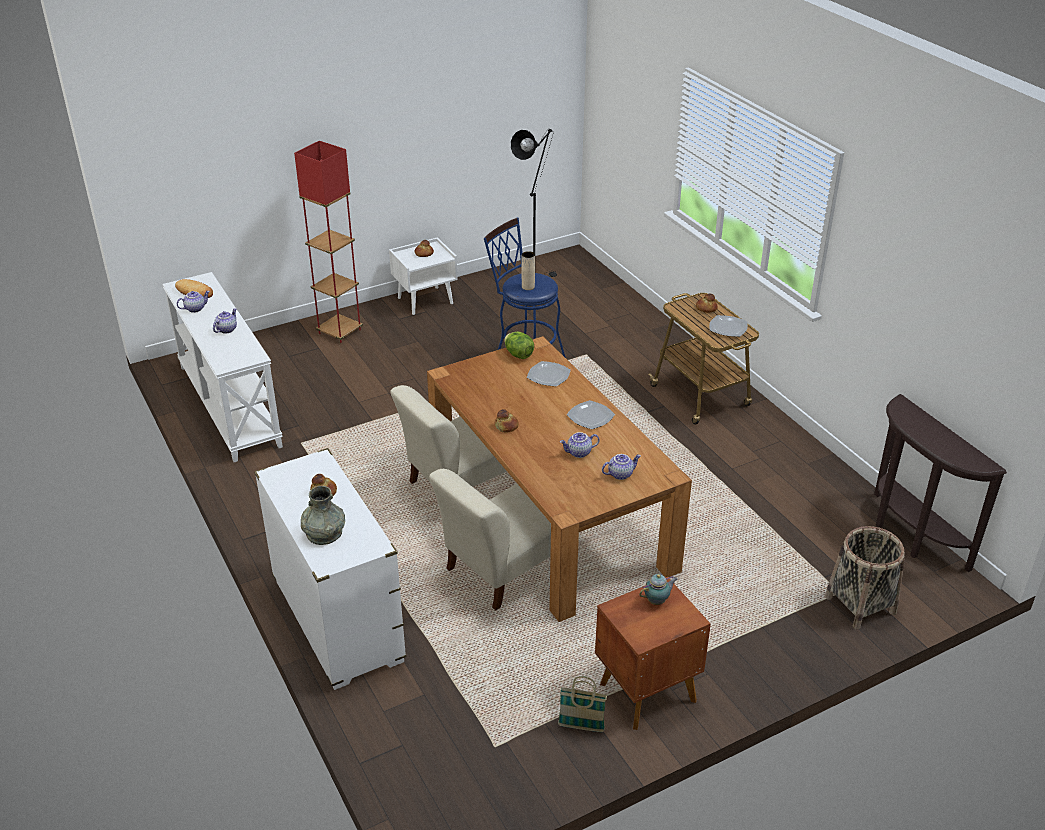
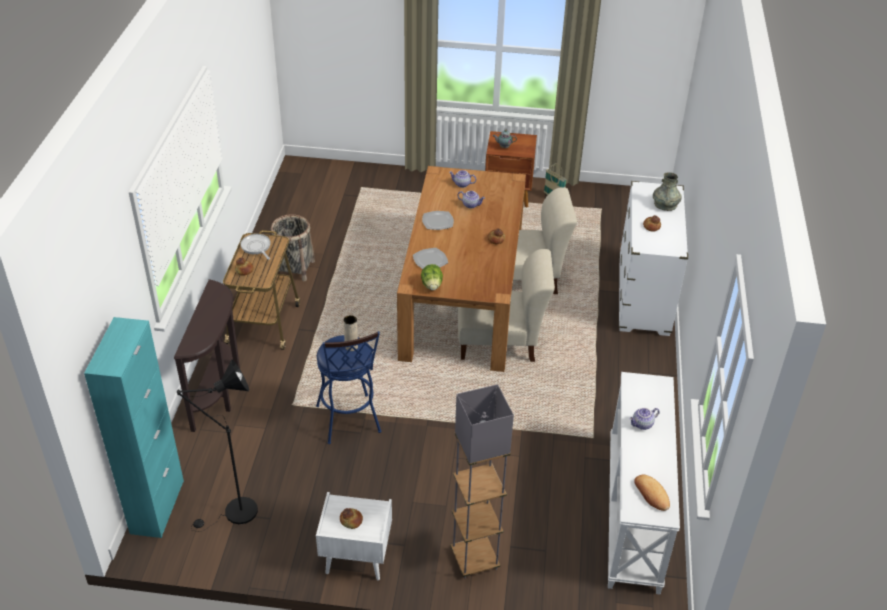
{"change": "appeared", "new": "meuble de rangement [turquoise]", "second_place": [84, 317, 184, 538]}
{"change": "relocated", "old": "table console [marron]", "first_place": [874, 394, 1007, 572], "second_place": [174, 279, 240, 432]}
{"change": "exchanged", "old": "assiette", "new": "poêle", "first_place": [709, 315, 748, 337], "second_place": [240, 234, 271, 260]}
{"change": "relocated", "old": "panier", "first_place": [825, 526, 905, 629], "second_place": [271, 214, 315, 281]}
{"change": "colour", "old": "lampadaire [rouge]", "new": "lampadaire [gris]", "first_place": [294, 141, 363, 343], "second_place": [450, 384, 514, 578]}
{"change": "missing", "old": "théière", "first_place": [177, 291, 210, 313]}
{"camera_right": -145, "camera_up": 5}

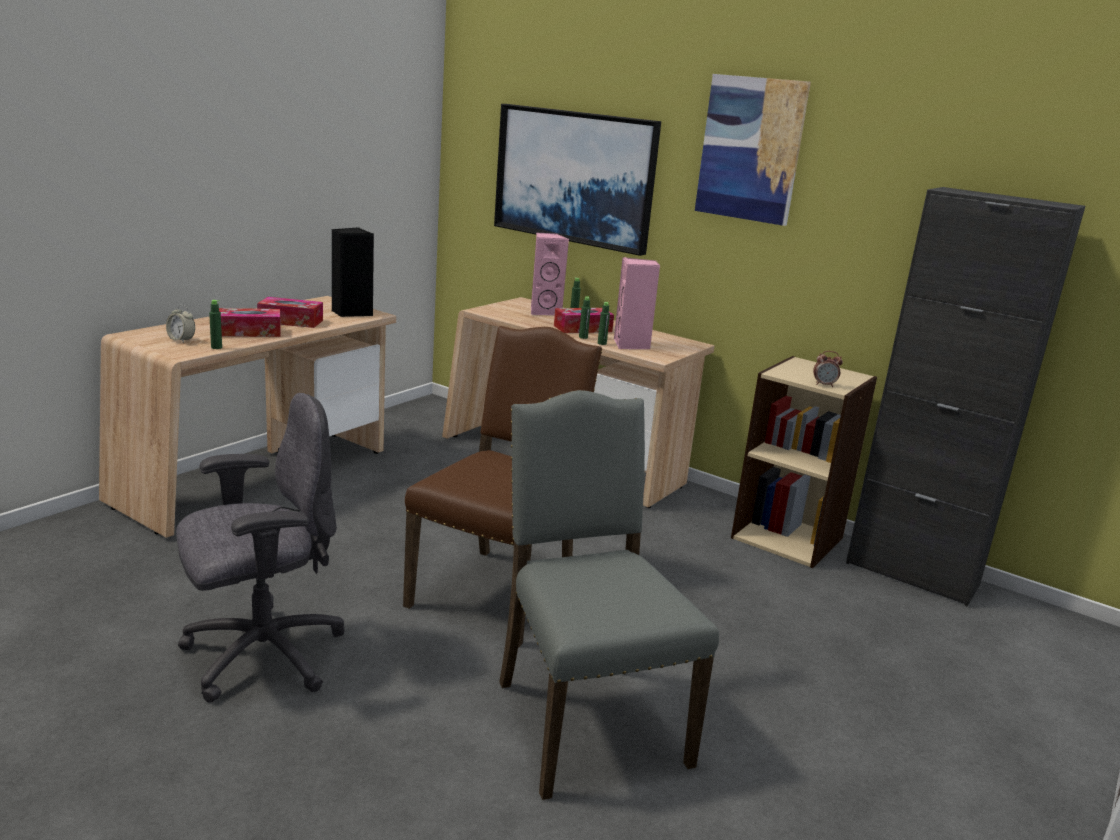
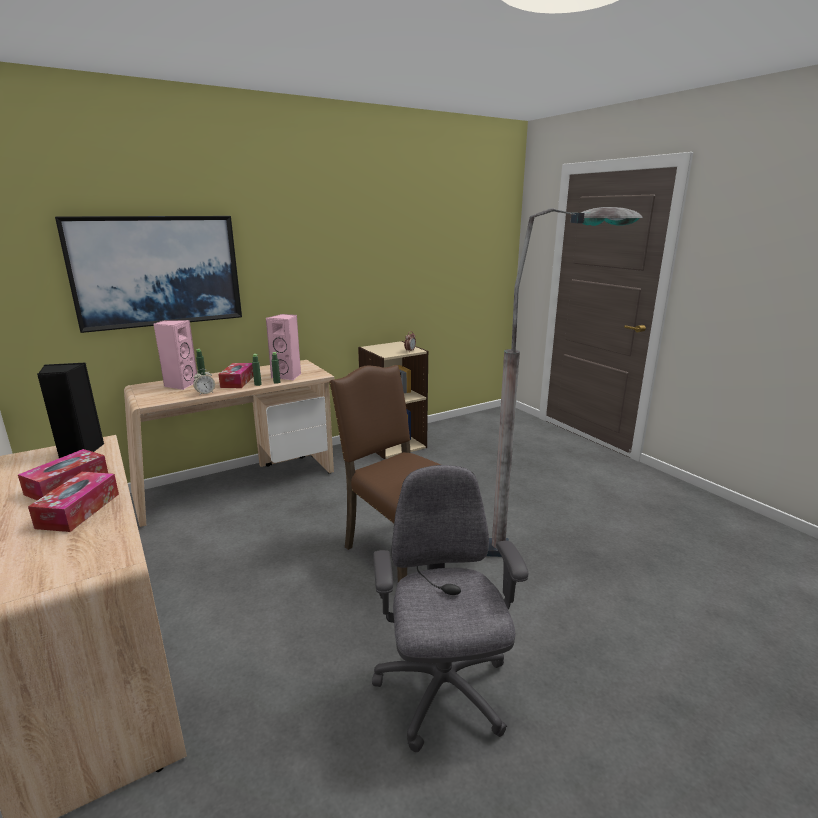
{"change": "relocated", "old": "réveil", "first_place": [166, 305, 195, 343], "second_place": [193, 369, 215, 395]}
{"change": "exchanged", "old": "chaise [gris]", "new": "lampadaire [gris]", "first_place": [499, 390, 719, 800], "second_place": [486, 207, 643, 557]}
{"change": "missing", "old": "bouteille [vert]", "first_place": [209, 300, 222, 349]}
{"change": "missing", "old": "tableau", "first_place": [695, 74, 811, 226]}
{"change": "missing", "old": "meuble de rangement [noir]", "first_place": [846, 187, 1085, 607]}
{"camera_right": -65, "camera_up": 0}

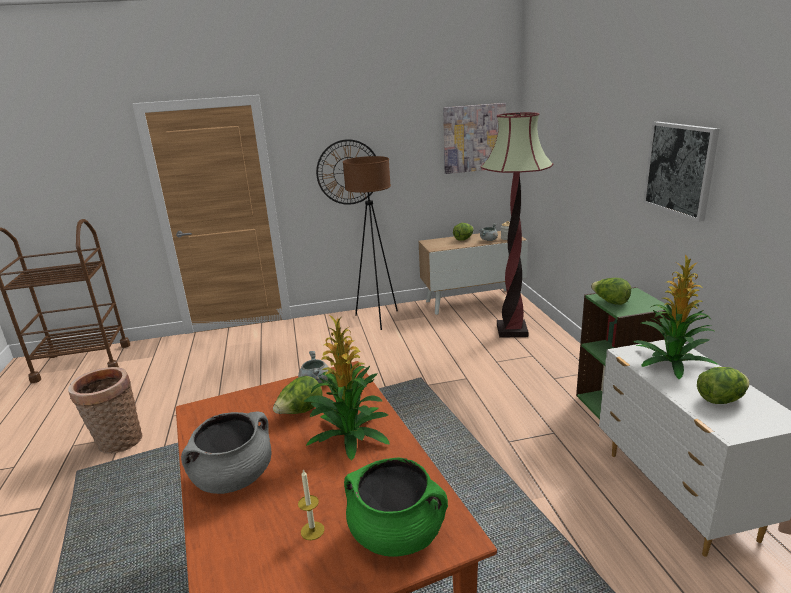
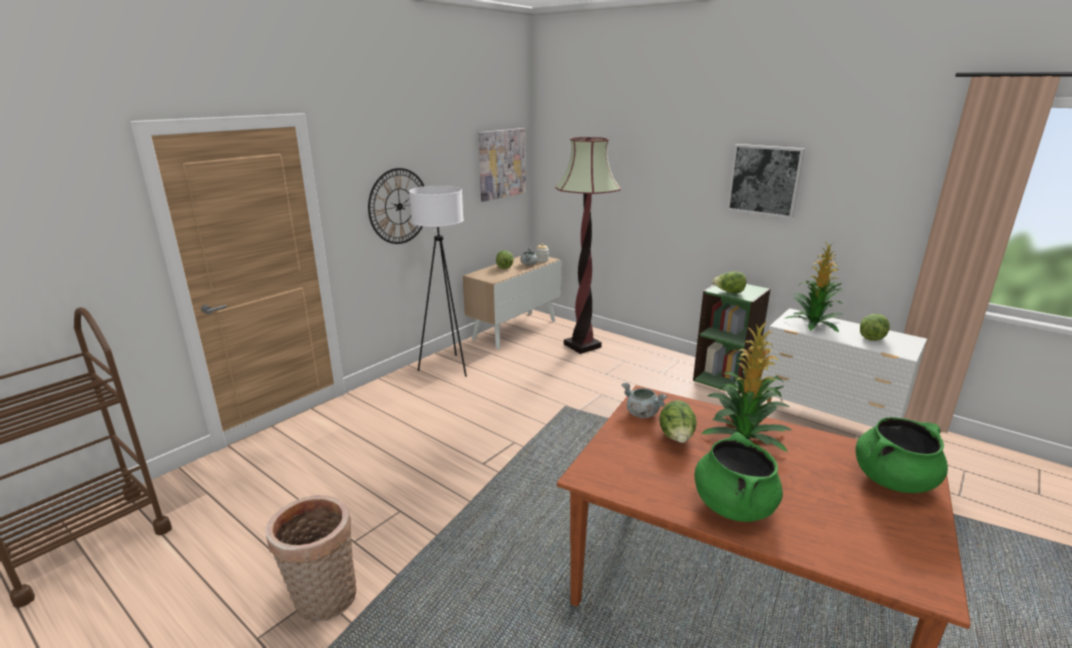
{"change": "colour", "old": "lampadaire [marron]", "new": "lampadaire [blanc]", "first_place": [343, 156, 398, 330], "second_place": [409, 186, 467, 377]}
{"change": "colour", "old": "marmite [gris]", "new": "marmite [vert]", "first_place": [181, 412, 271, 494], "second_place": [694, 432, 783, 522]}
{"change": "missing", "old": "bougie", "first_place": [298, 470, 325, 540]}
{"camera_right": -40, "camera_up": 0}

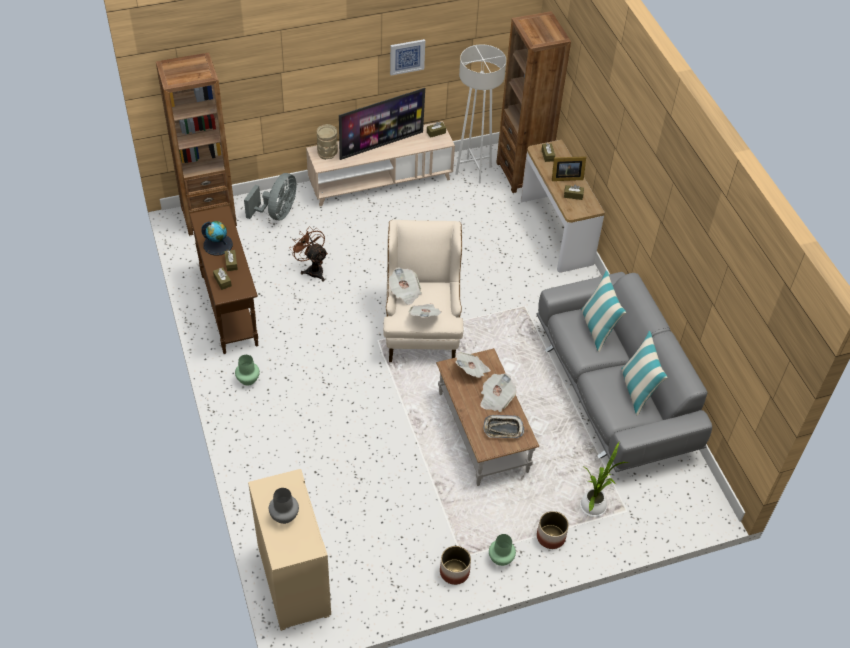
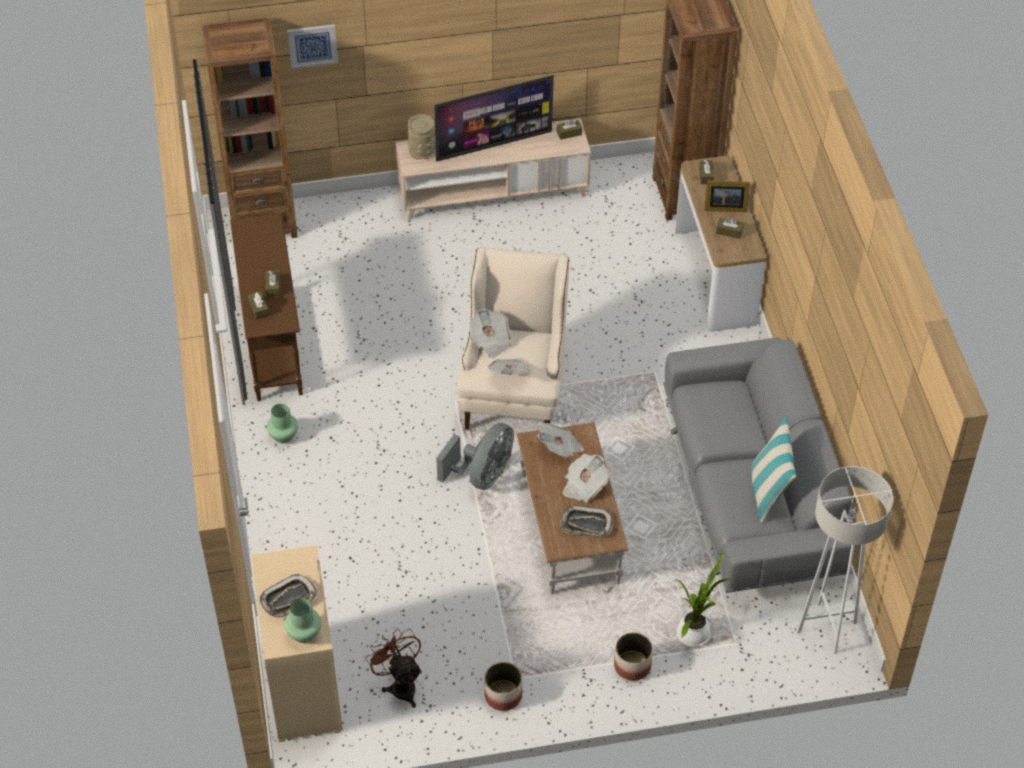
{"change": "exchanged", "old": "vase [gris]", "new": "plateau", "first_place": [269, 488, 299, 524], "second_place": [259, 574, 317, 619]}
{"change": "relocated", "old": "vase [vert]", "first_place": [489, 534, 516, 566], "second_place": [284, 598, 321, 643]}
{"change": "relocated", "old": "tableau", "first_place": [390, 39, 425, 76], "second_place": [287, 24, 338, 68]}
{"change": "relocated", "old": "ventilateur [marron]", "first_place": [289, 226, 328, 281], "second_place": [366, 628, 422, 708]}
{"change": "relocated", "old": "ventilateur [gris]", "first_place": [244, 173, 296, 220], "second_place": [436, 423, 514, 490]}
{"change": "relocated", "old": "lampadaire [blanc]", "first_place": [455, 44, 506, 184], "second_place": [797, 466, 893, 654]}
{"change": "missing", "old": "globe", "first_place": [201, 221, 233, 256]}
{"change": "missing", "old": "coussin", "first_place": [581, 270, 626, 352]}
{"camera_right": 10, "camera_up": 0}

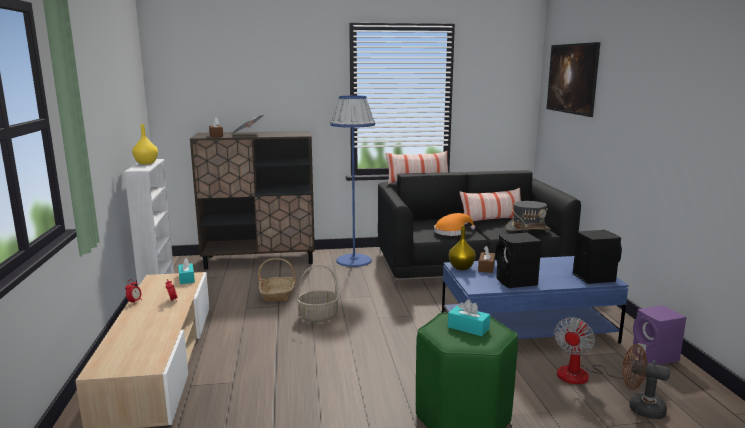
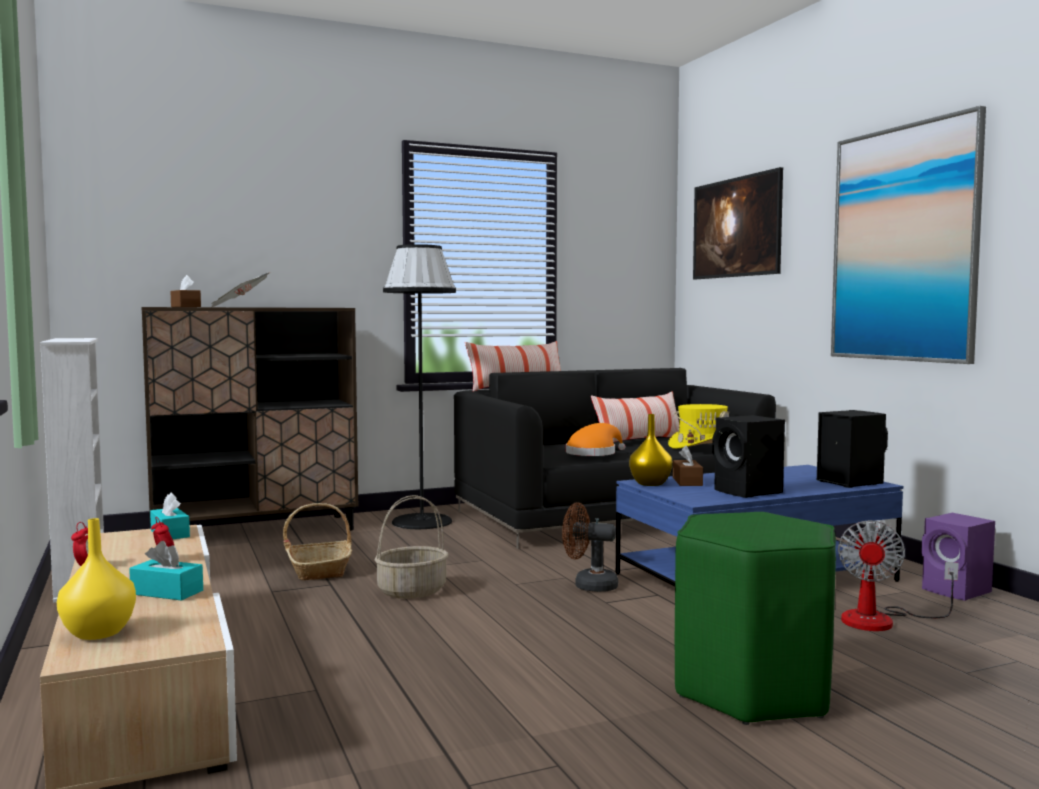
{"change": "relocated", "old": "vase [jaune]", "first_place": [132, 124, 158, 165], "second_place": [57, 518, 136, 640]}
{"change": "relocated", "old": "boîte à mouchoirs [turquoise]", "first_place": [448, 299, 490, 336], "second_place": [129, 541, 203, 601]}
{"change": "colour", "old": "lampadaire [bleu]", "new": "lampadaire [noir]", "first_place": [331, 96, 375, 267], "second_place": [383, 244, 456, 529]}
{"change": "relocated", "old": "ventilateur [marron]", "first_place": [623, 344, 670, 419], "second_place": [562, 502, 618, 592]}
{"change": "colour", "old": "chapeau [gris]", "new": "chapeau [jaune]", "first_place": [506, 201, 551, 231], "second_place": [668, 404, 729, 449]}
{"change": "appeared", "new": "tableau", "second_place": [831, 106, 986, 364]}
{"camera_right": -15, "camera_up": -10}

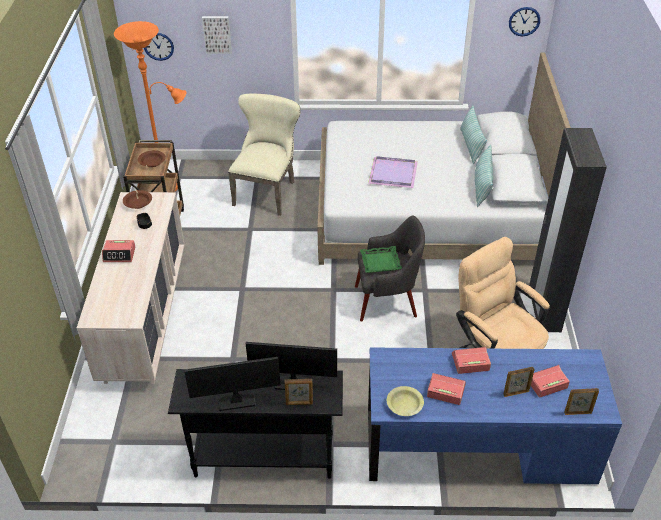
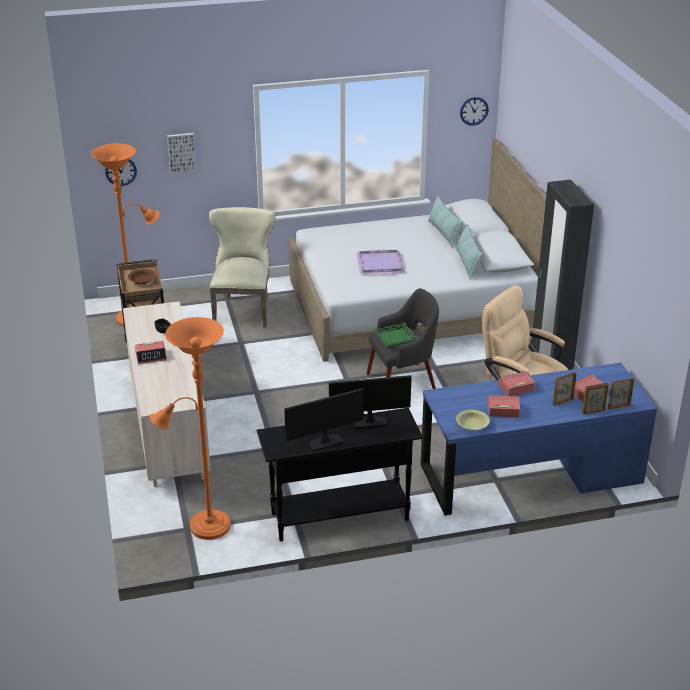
{"change": "appeared", "new": "lampadaire [orange]", "second_place": [150, 317, 231, 540]}
{"change": "relocated", "old": "cadre photo", "first_place": [285, 379, 313, 405], "second_place": [582, 383, 609, 414]}
{"change": "missing", "old": "bol [marron]", "first_place": [123, 190, 152, 209]}
{"camera_right": -15, "camera_up": -10}

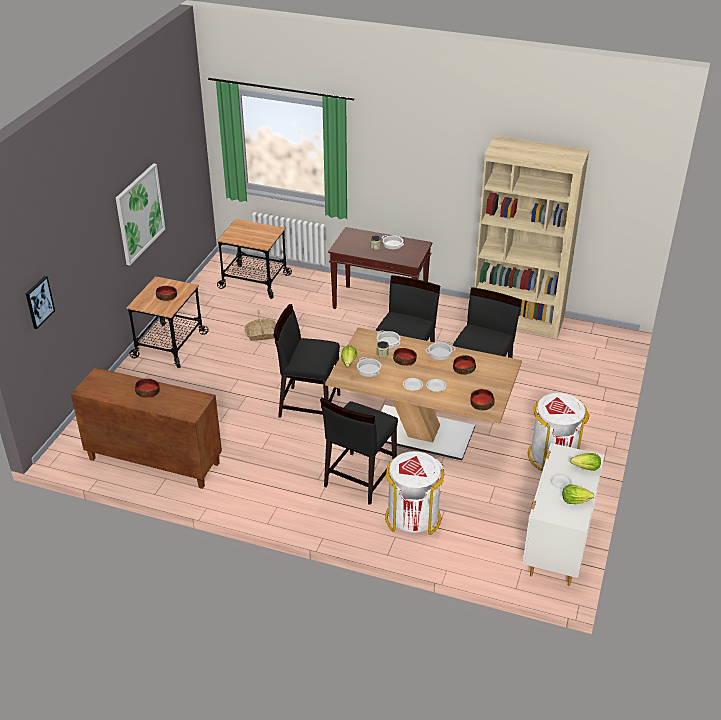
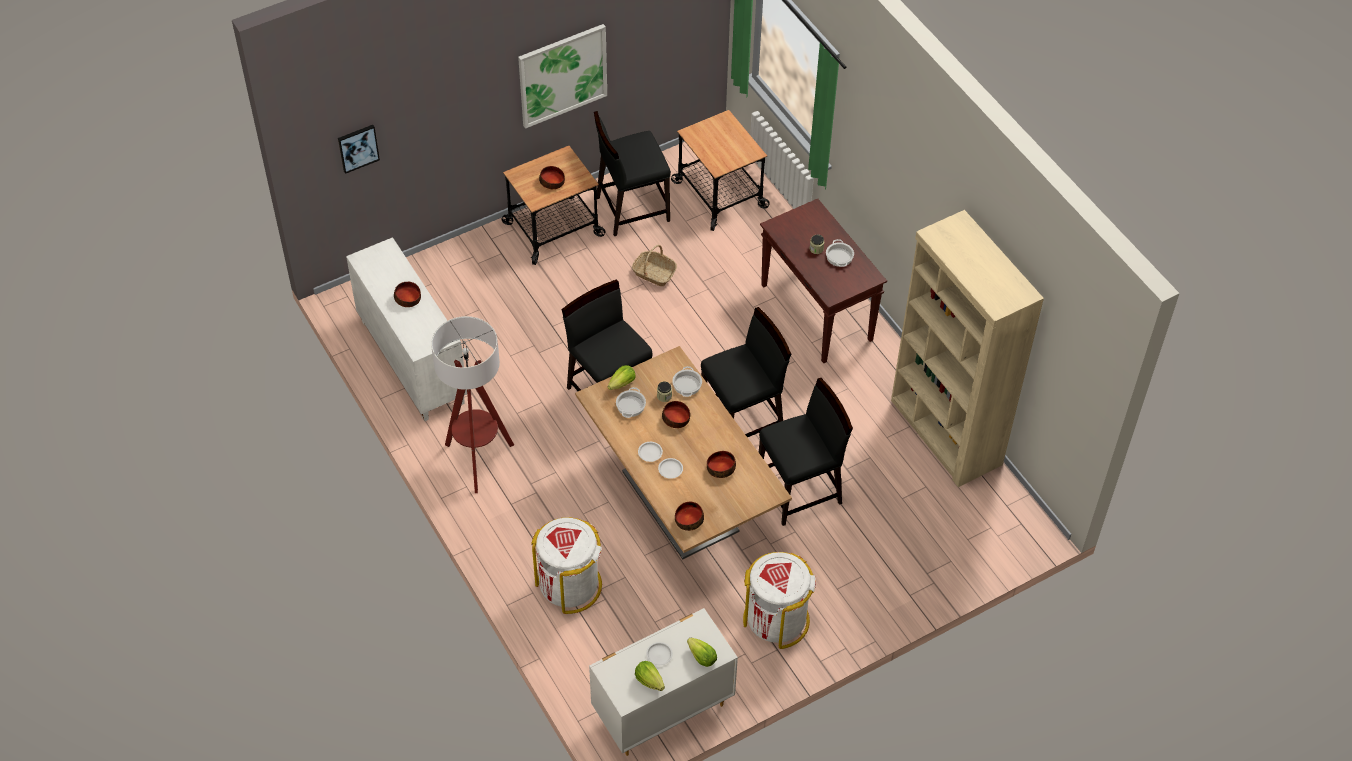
{"change": "colour", "old": "meuble de rangement [marron]", "new": "meuble de rangement [blanc]", "first_place": [71, 367, 222, 489], "second_place": [346, 237, 467, 422]}
{"change": "appeared", "new": "lampadaire", "second_place": [431, 316, 514, 493]}
{"change": "relocated", "old": "chaise [noir]", "first_place": [320, 397, 398, 505], "second_place": [594, 111, 671, 236]}
{"change": "missing", "old": "marmite", "first_place": [425, 342, 456, 360]}
{"camera_right": 40, "camera_up": 15}

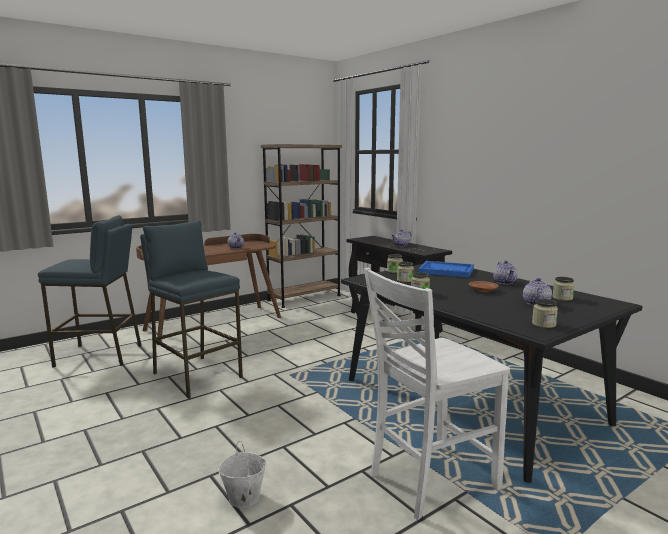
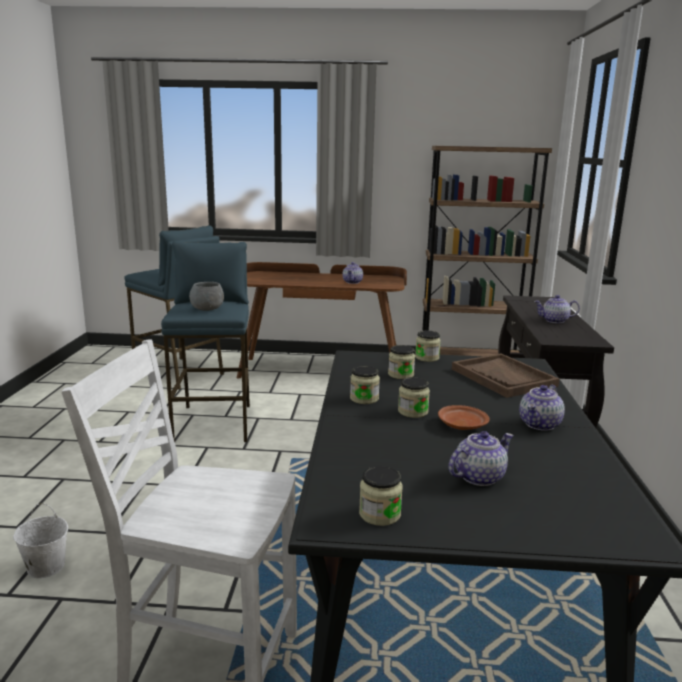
{"change": "appeared", "new": "bol [gris]", "second_place": [189, 282, 224, 311]}
{"change": "relocated", "old": "bocal", "first_place": [552, 277, 575, 301], "second_place": [398, 377, 430, 418]}
{"change": "colour", "old": "plateau [bleu]", "new": "plateau [marron]", "first_place": [418, 261, 474, 277], "second_place": [452, 353, 559, 398]}
{"camera_right": 40, "camera_up": 5}

